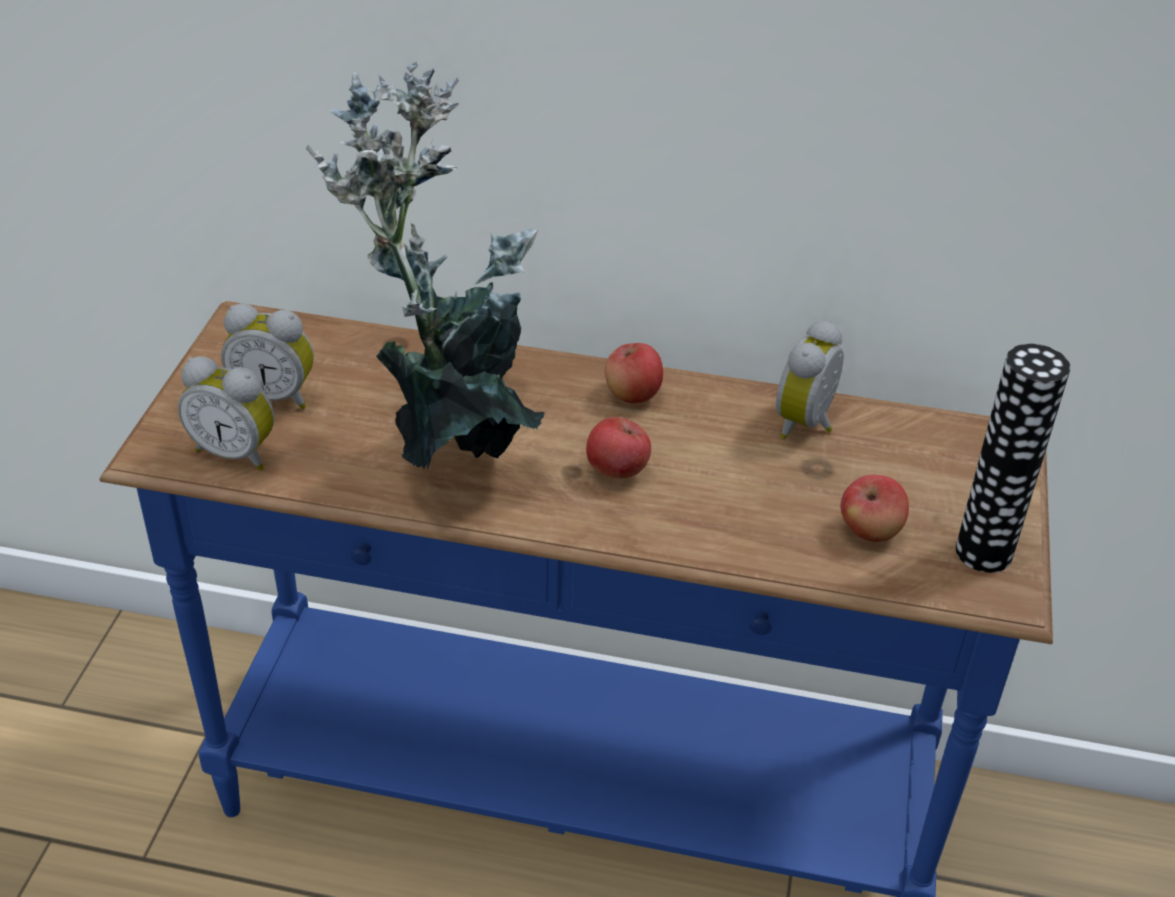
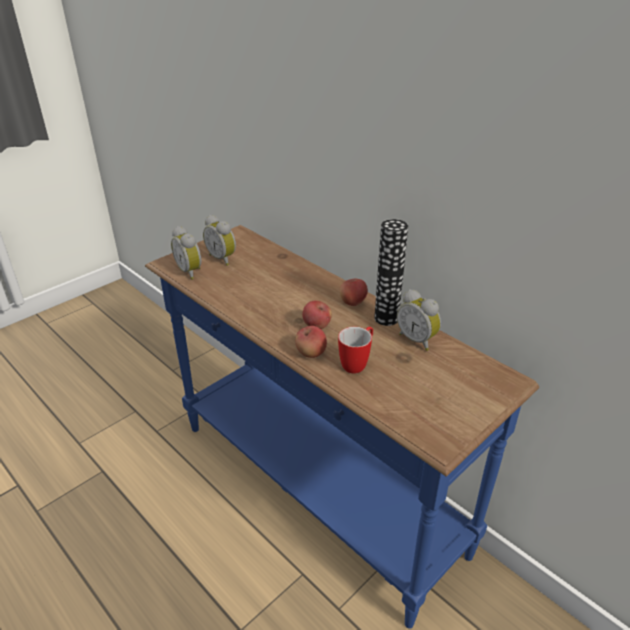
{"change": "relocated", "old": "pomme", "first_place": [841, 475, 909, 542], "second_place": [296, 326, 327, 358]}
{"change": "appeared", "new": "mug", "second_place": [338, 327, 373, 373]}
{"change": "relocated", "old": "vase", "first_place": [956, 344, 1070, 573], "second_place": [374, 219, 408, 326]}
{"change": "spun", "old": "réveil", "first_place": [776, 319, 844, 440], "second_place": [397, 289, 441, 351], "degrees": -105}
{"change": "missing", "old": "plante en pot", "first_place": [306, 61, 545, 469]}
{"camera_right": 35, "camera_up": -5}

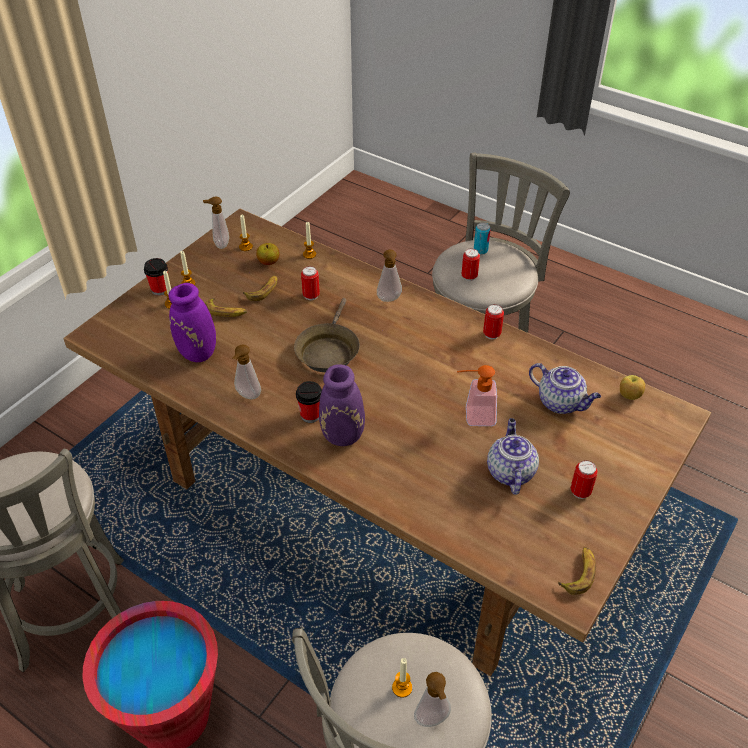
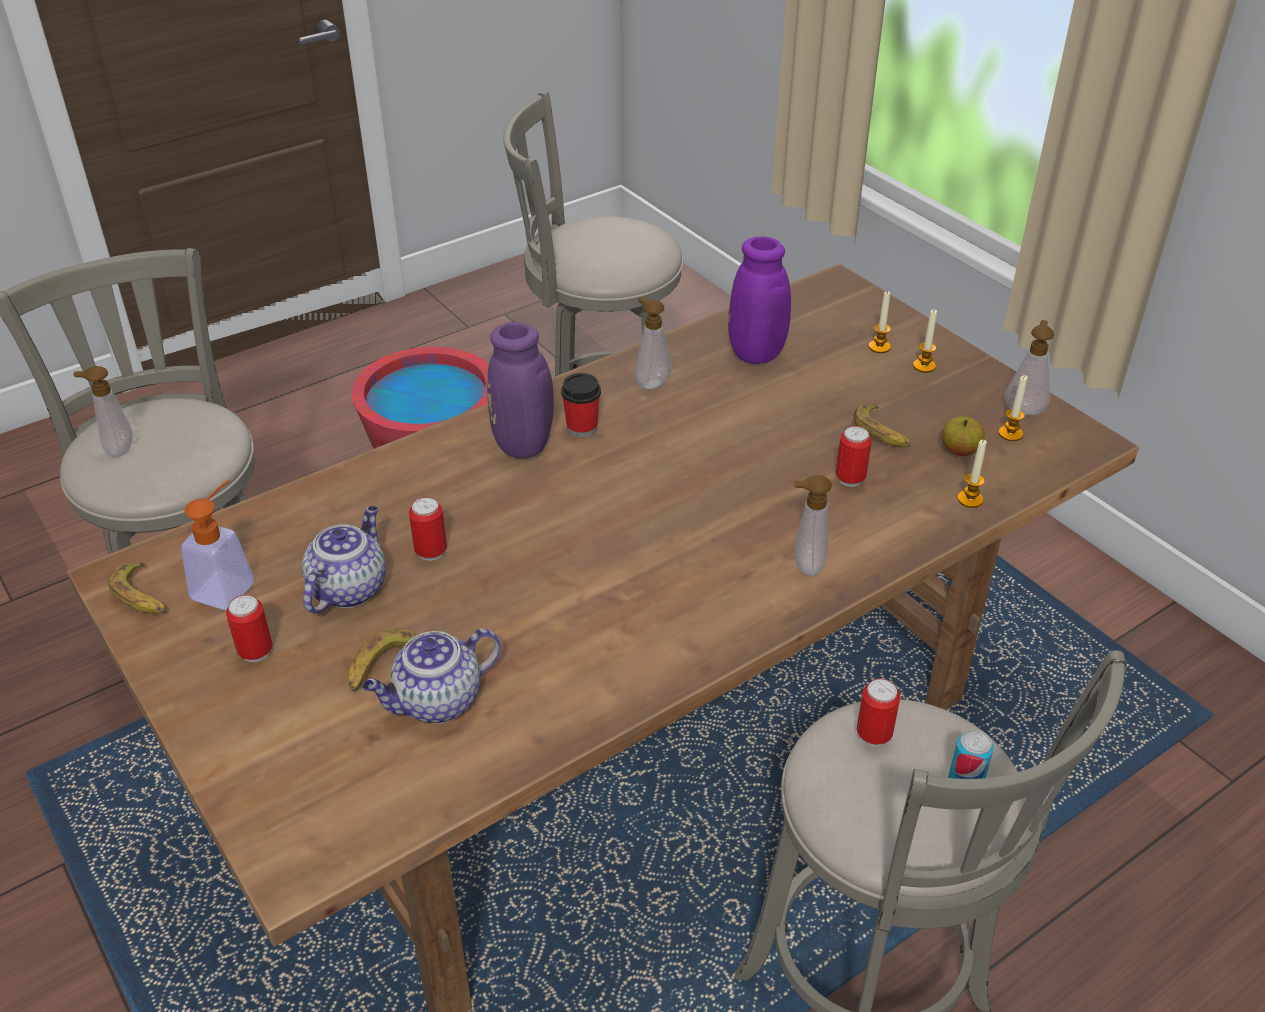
{"change": "relocated", "old": "distributeur de savon", "first_place": [457, 365, 497, 426], "second_place": [181, 480, 254, 610]}
{"change": "spun", "old": "théière", "first_place": [487, 418, 539, 495], "second_place": [302, 506, 386, 614], "degrees": -90}
{"change": "relocated", "old": "banane", "first_place": [205, 298, 247, 317], "second_place": [348, 629, 416, 692]}
{"change": "relocated", "old": "boîte métallique", "first_place": [483, 304, 504, 339], "second_place": [409, 497, 447, 561]}
{"change": "missing", "old": "tasse", "first_place": [144, 258, 168, 296]}
{"change": "missing", "old": "poêle [marron]", "first_place": [294, 298, 360, 372]}
{"change": "missing", "old": "bougie", "first_place": [392, 658, 412, 698]}
{"change": "missing", "old": "pomme", "first_place": [620, 375, 645, 400]}
{"camera_right": 110, "camera_up": -5}

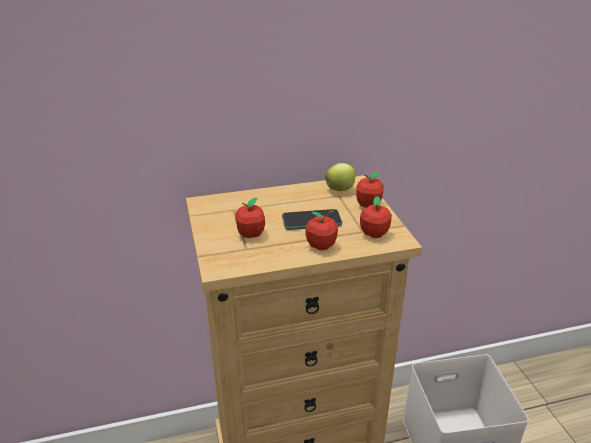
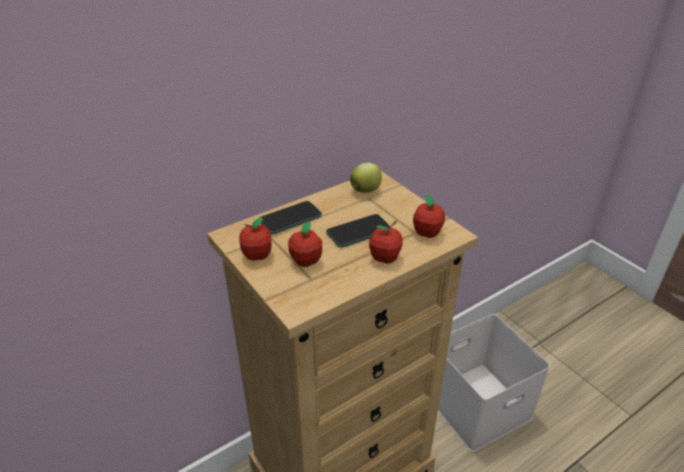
{"change": "relocated", "old": "pomme", "first_place": [356, 172, 384, 208], "second_place": [239, 217, 272, 260]}
{"change": "appeared", "new": "téléphone", "second_place": [259, 201, 322, 234]}
{"camera_right": -20, "camera_up": 5}

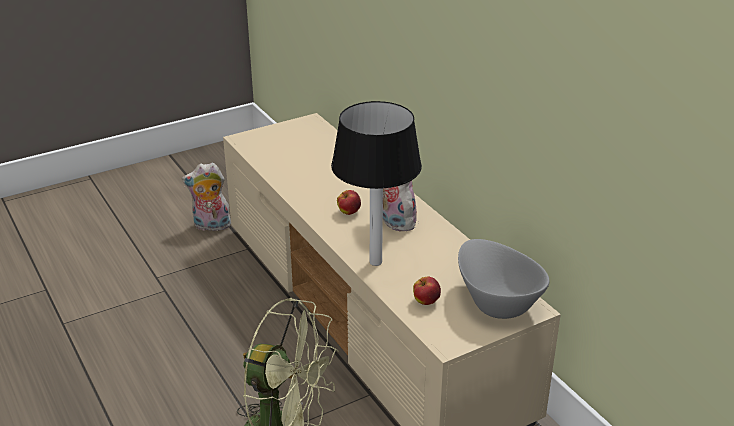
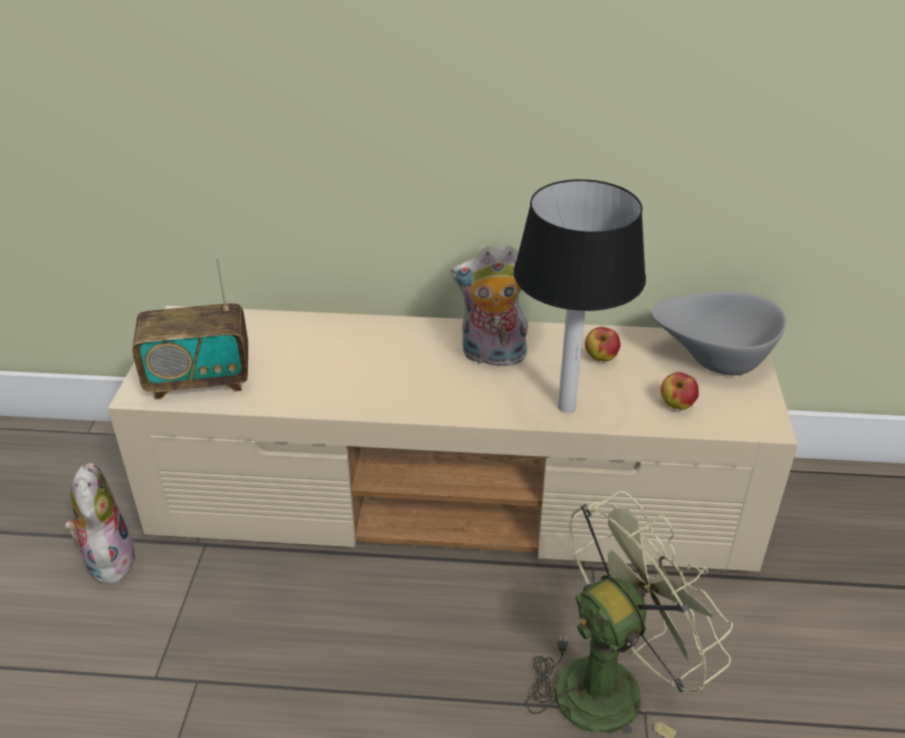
{"change": "spun", "old": "peluche", "first_place": [182, 163, 231, 231], "second_place": [65, 463, 137, 584], "degrees": 135}
{"change": "appeared", "new": "radio", "second_place": [132, 256, 248, 400]}
{"change": "relocated", "old": "pomme", "first_place": [337, 190, 361, 215], "second_place": [585, 327, 621, 362]}
{"camera_right": -55, "camera_up": 5}

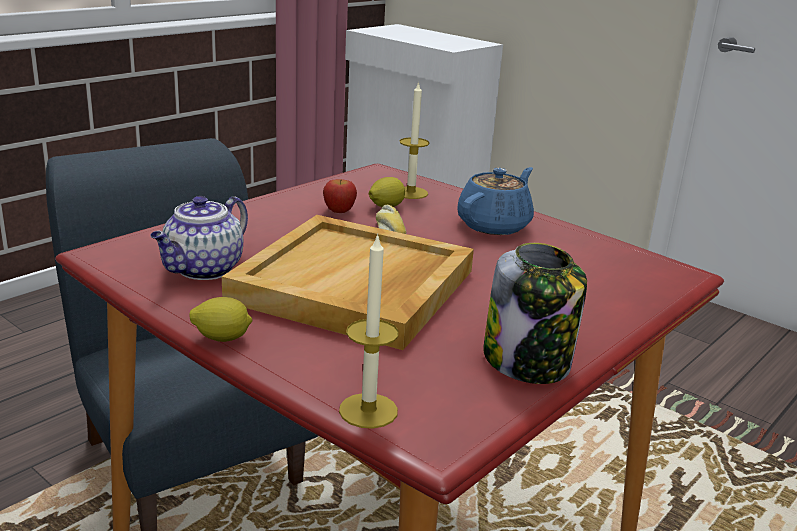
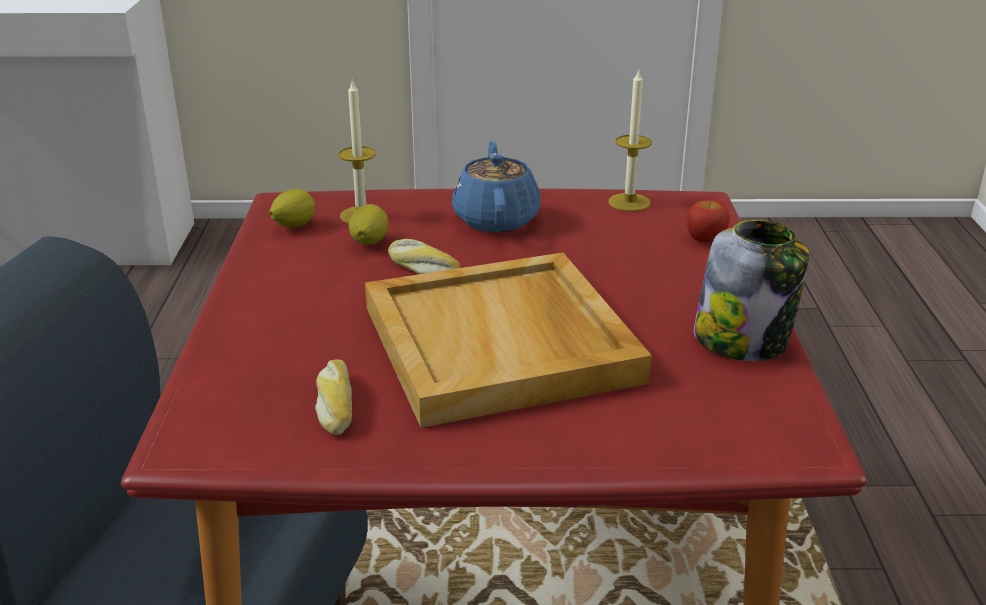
{"change": "relocated", "old": "citron", "first_place": [189, 297, 253, 342], "second_place": [269, 189, 315, 228]}
{"change": "exchanged", "old": "théière", "new": "pain", "first_place": [150, 196, 248, 280], "second_place": [315, 359, 352, 435]}
{"change": "relocated", "old": "bougie", "first_place": [339, 233, 399, 429], "second_place": [609, 69, 652, 211]}
{"change": "relocated", "old": "pomme", "first_place": [323, 179, 357, 213], "second_place": [686, 200, 729, 243]}
{"camera_right": -40, "camera_up": 5}

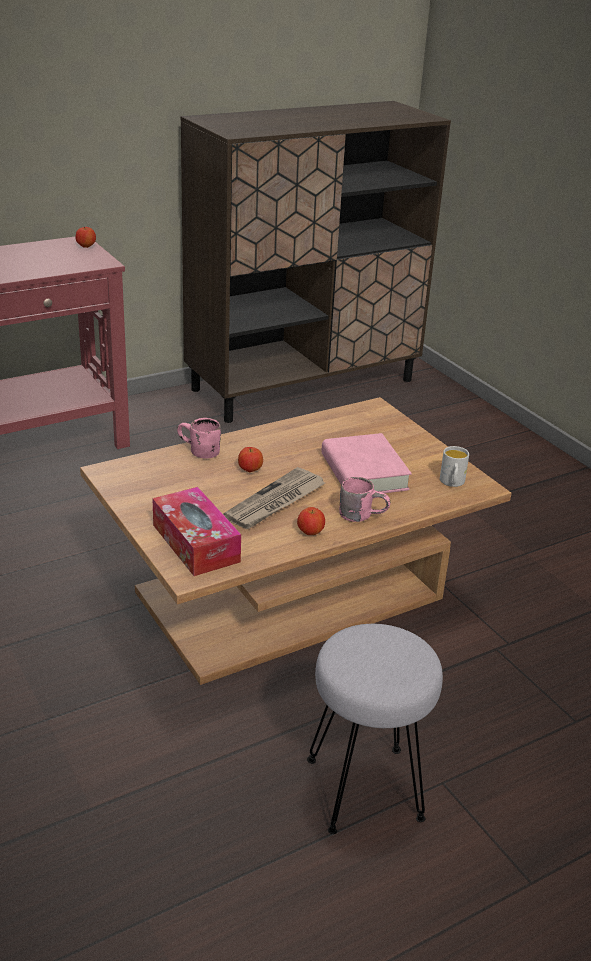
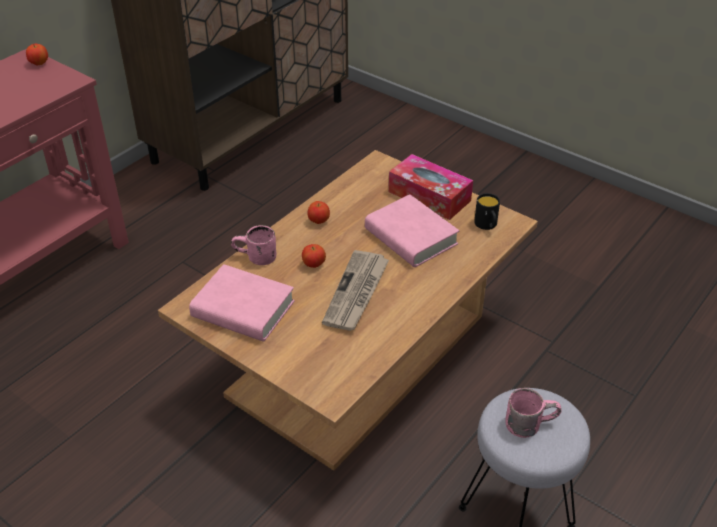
{"change": "appeared", "new": "livre [rose]", "second_place": [189, 264, 295, 342]}
{"change": "relocated", "old": "pomme", "first_place": [297, 507, 325, 535], "second_place": [308, 201, 330, 224]}
{"change": "relocated", "old": "boîte à mouchoirs", "first_place": [152, 487, 241, 576], "second_place": [389, 154, 473, 220]}
{"change": "colour", "old": "mug [blanc]", "new": "mug [noir]", "first_place": [440, 446, 469, 487], "second_place": [474, 193, 500, 230]}
{"change": "relocated", "old": "mug [rose]", "first_place": [339, 477, 391, 522], "second_place": [505, 388, 562, 438]}
{"camera_right": -20, "camera_up": 10}

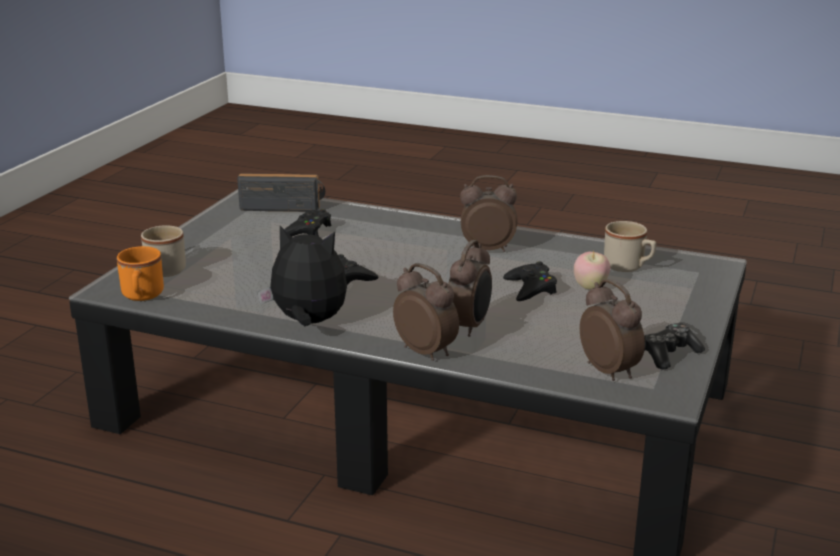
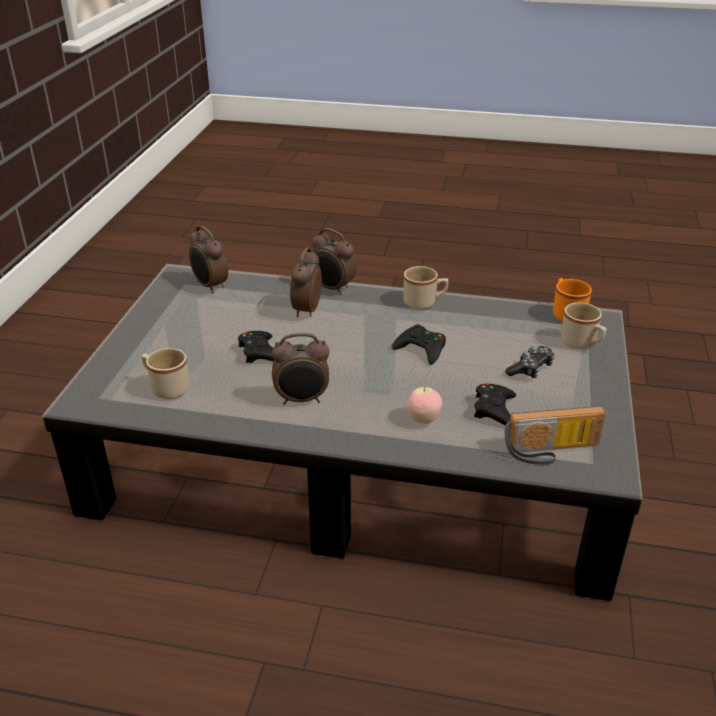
{"change": "exchanged", "old": "peluche", "new": "mug [beige]", "first_place": [257, 226, 347, 326], "second_place": [403, 266, 448, 310]}
{"change": "relocated", "old": "pomme", "first_place": [574, 250, 610, 289], "second_place": [407, 387, 442, 424]}
{"change": "relocated", "old": "manette", "first_place": [644, 323, 705, 369], "second_place": [505, 346, 555, 378]}
{"camera_right": 170, "camera_up": 10}

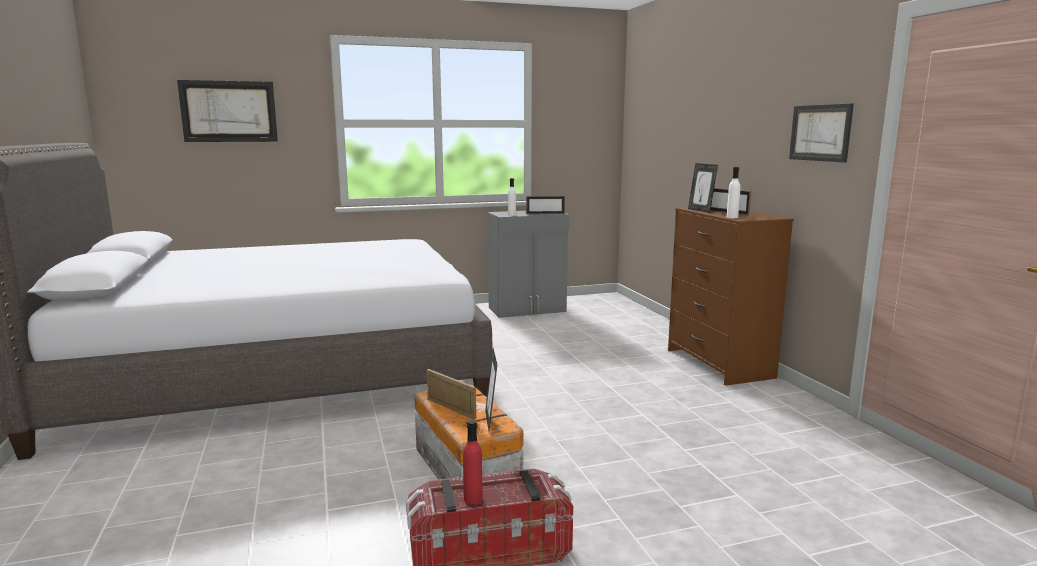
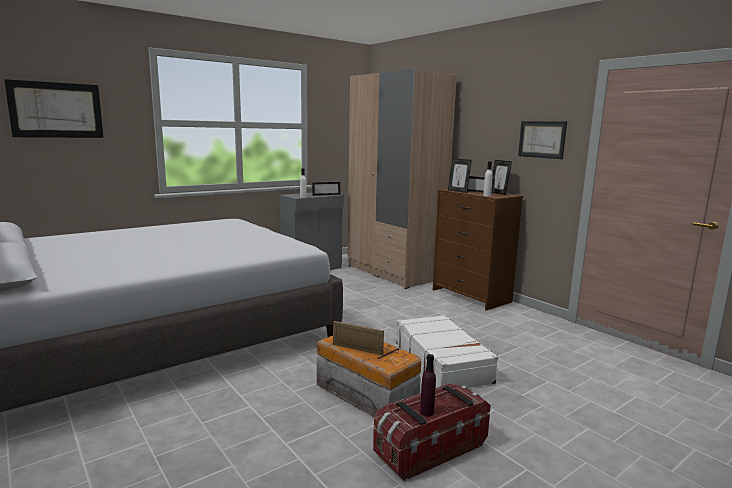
{"change": "appeared", "new": "armoire [beige]", "second_place": [348, 69, 457, 289]}
{"change": "appeared", "new": "valise [blanc]", "second_place": [396, 315, 498, 388]}
{"change": "colour", "old": "bouteille [rouge]", "new": "bouteille [violet]", "first_place": [463, 420, 483, 504], "second_place": [420, 354, 436, 417]}
{"change": "relocated", "old": "cadre photo", "first_place": [485, 348, 497, 430], "second_place": [492, 160, 512, 195]}
{"camera_right": -20, "camera_up": 0}

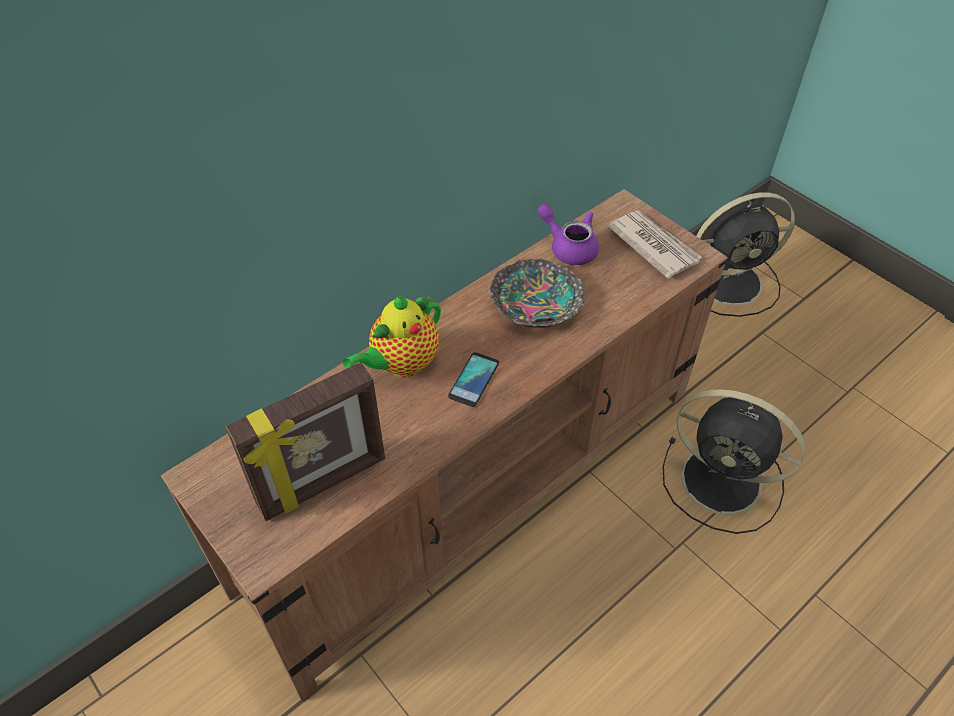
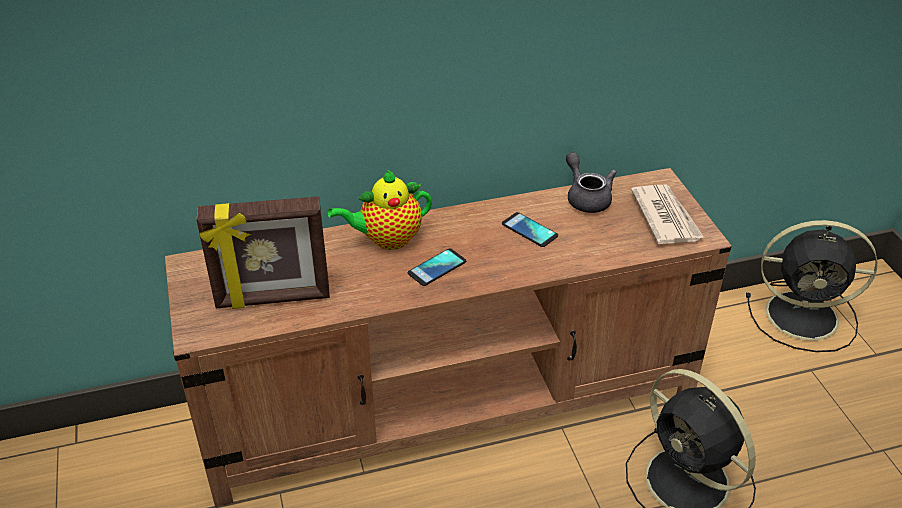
{"change": "exchanged", "old": "bol", "new": "téléphone", "first_place": [488, 258, 585, 328], "second_place": [502, 212, 558, 247]}
{"change": "colour", "old": "théière [violet]", "new": "théière [gris]", "first_place": [537, 204, 599, 265], "second_place": [566, 152, 616, 213]}
{"camera_right": 25, "camera_up": -10}

